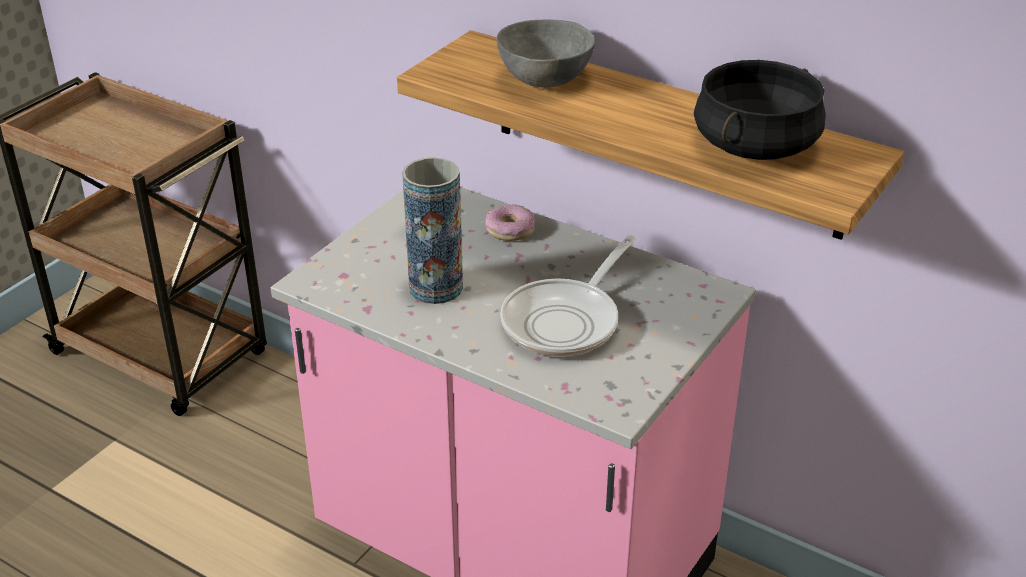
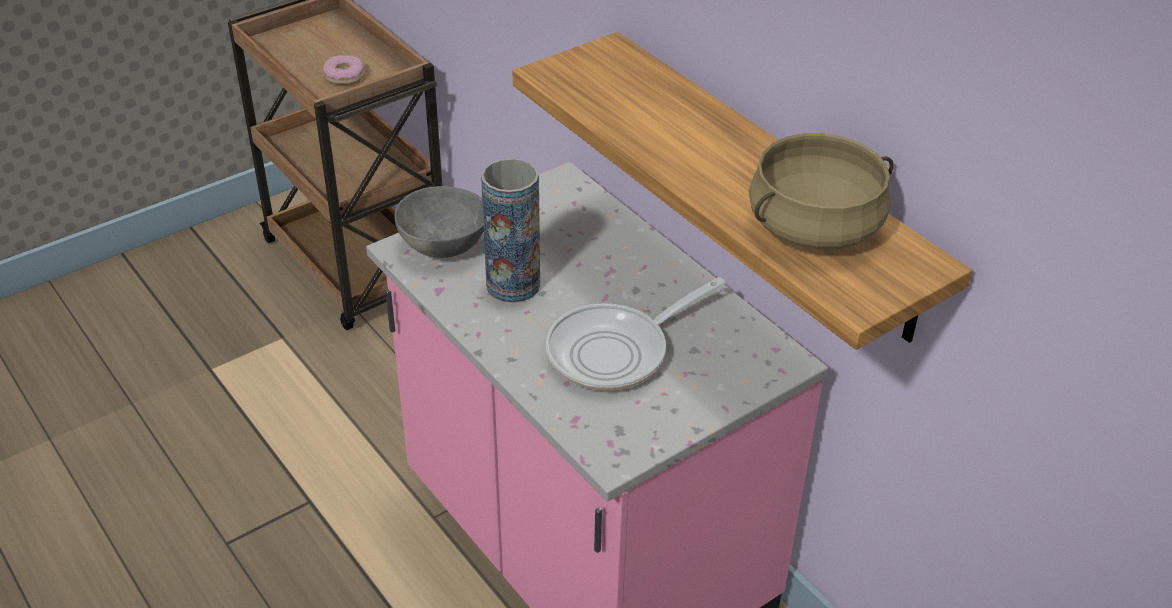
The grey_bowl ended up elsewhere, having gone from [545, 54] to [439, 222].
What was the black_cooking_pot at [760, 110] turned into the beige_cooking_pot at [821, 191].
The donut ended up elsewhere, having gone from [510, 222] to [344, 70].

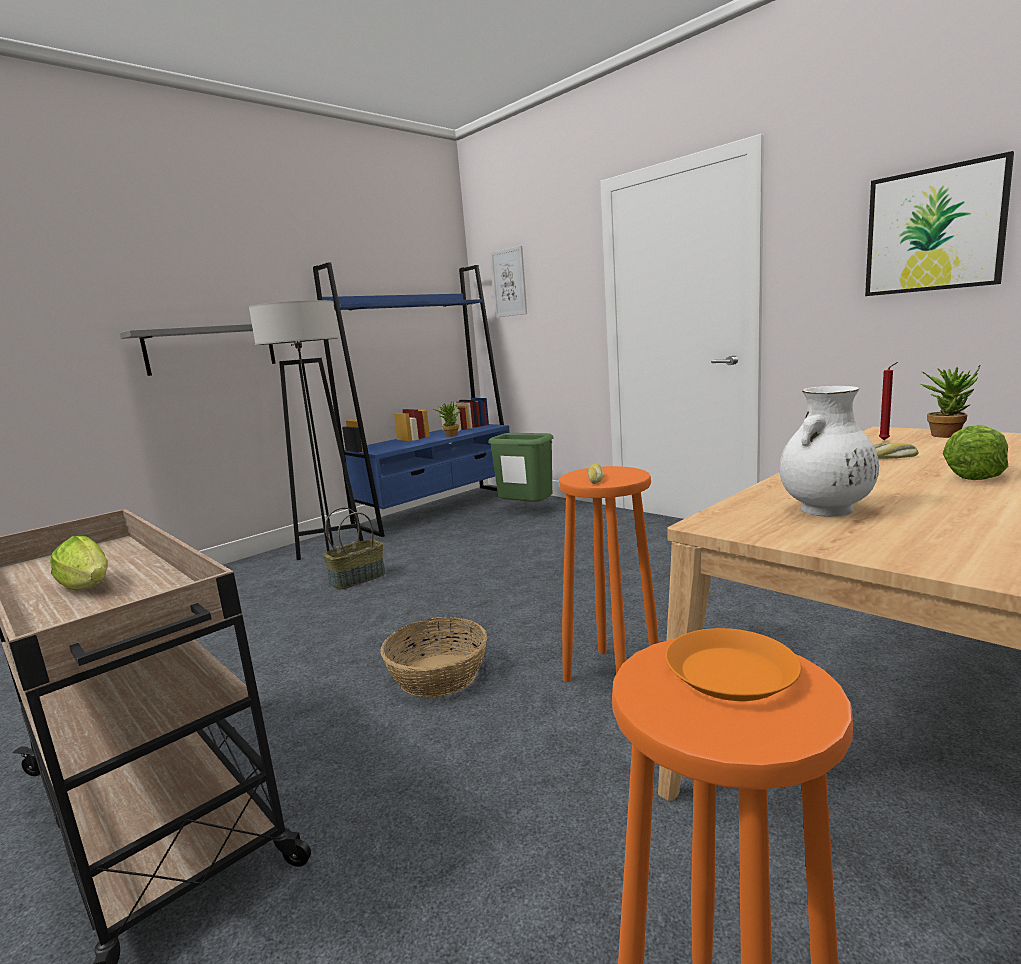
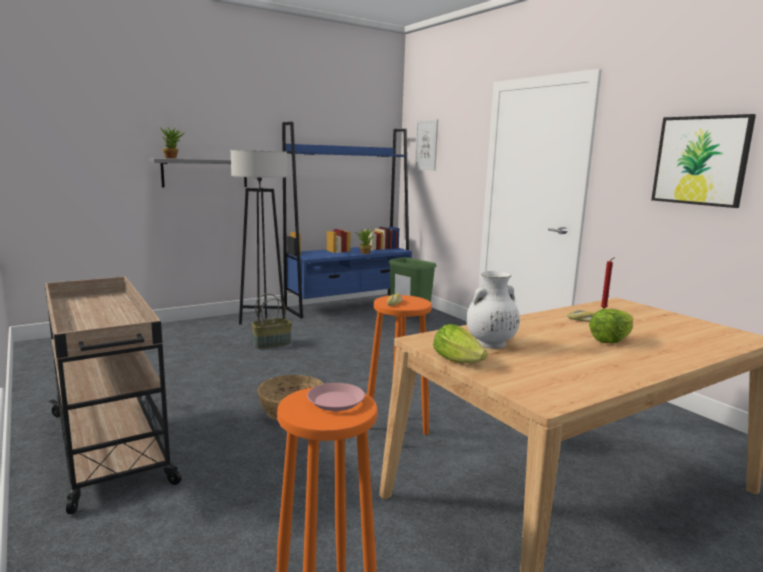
The potted_plant ended up elsewhere, having gone from [950, 401] to [172, 143].
The lettuce ended up elsewhere, having gone from [79, 563] to [460, 343].
What was the orange_plate at [733, 664] turned into the pink_plate at [336, 397].

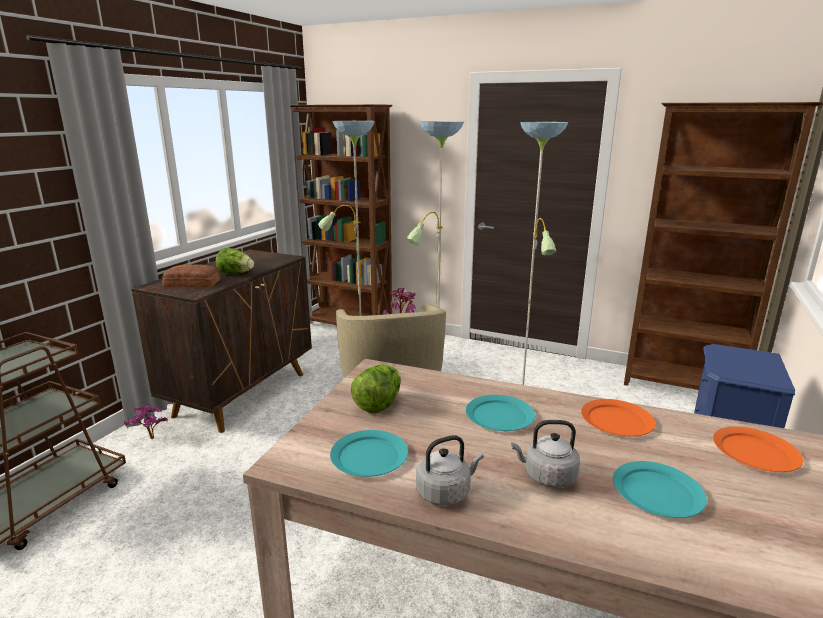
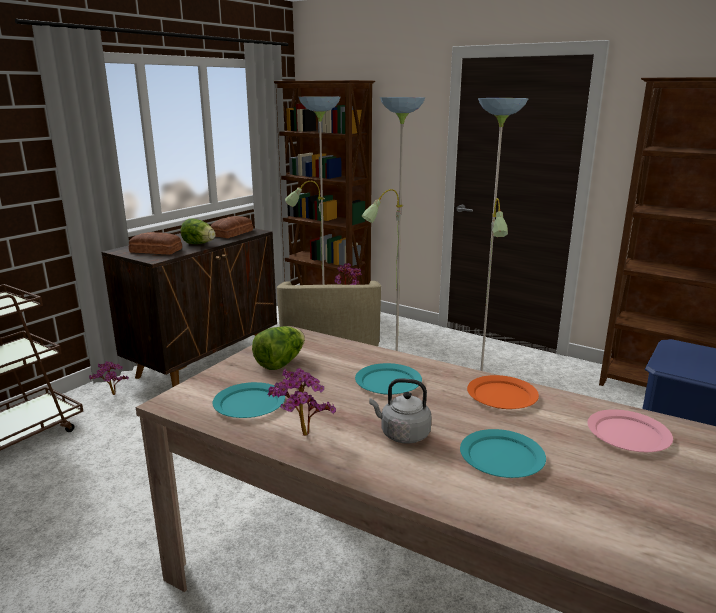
What was the orange_plate at [758, 449] turned into the pink_plate at [630, 430].
Where the grey_kettle stood at [450, 470], the potted_plant came to stand at [301, 402].
The second view gained the bread at [232, 227].

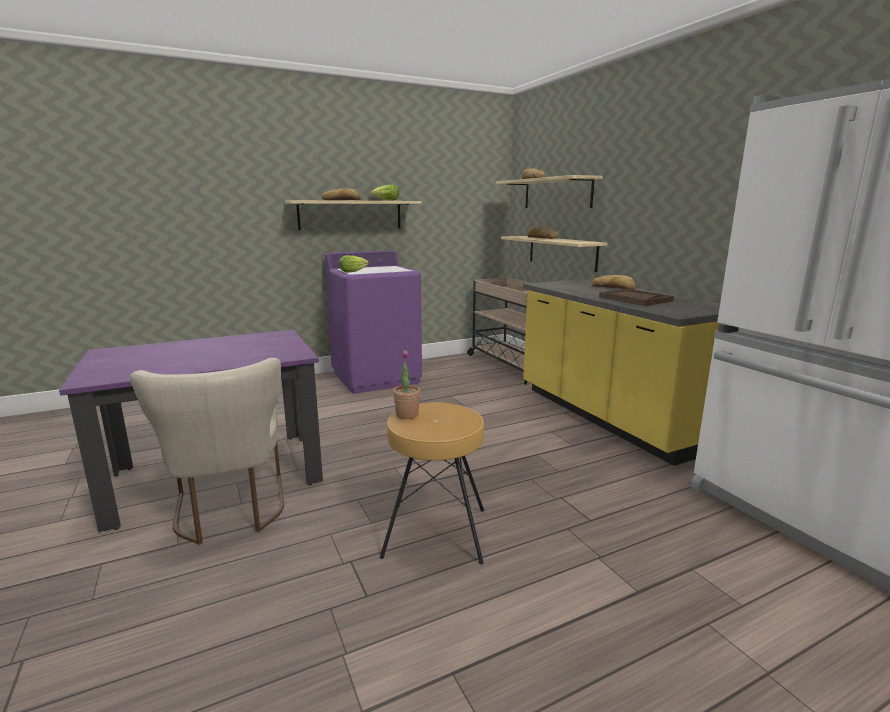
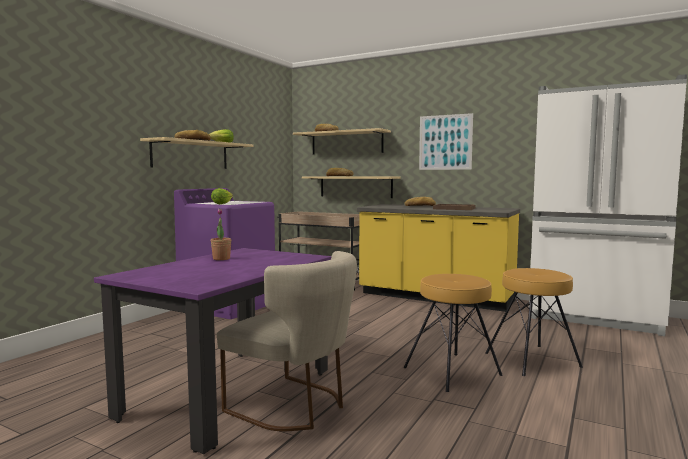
The potted_plant ended up elsewhere, having gone from [406, 384] to [221, 234].
The second view gained the picture at [446, 141].
The second view gained the brown_stool at [534, 322].

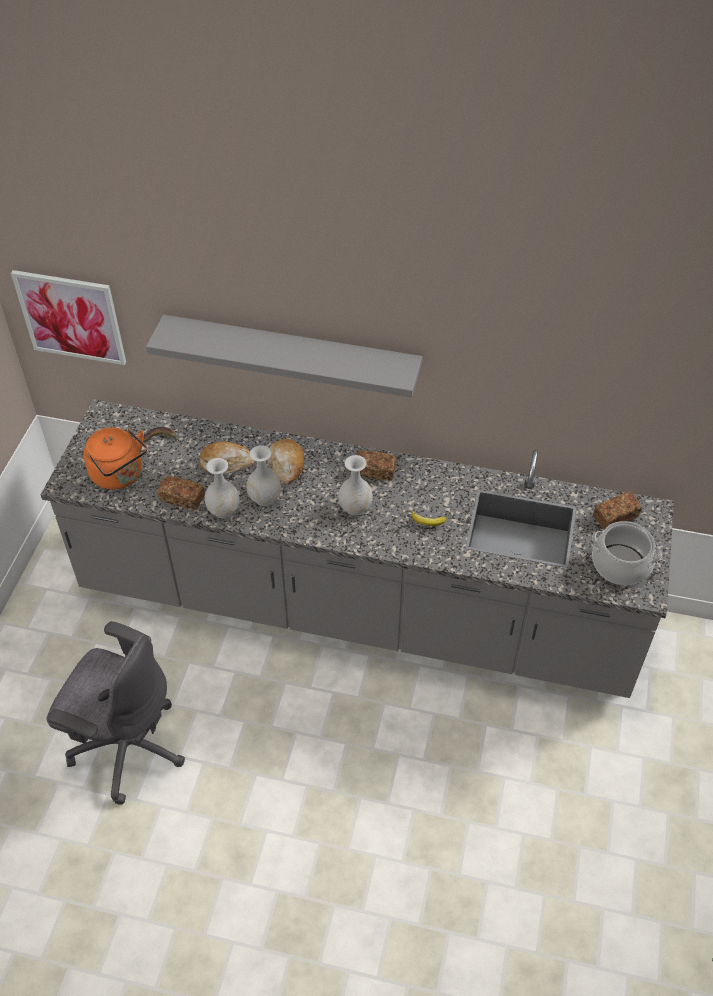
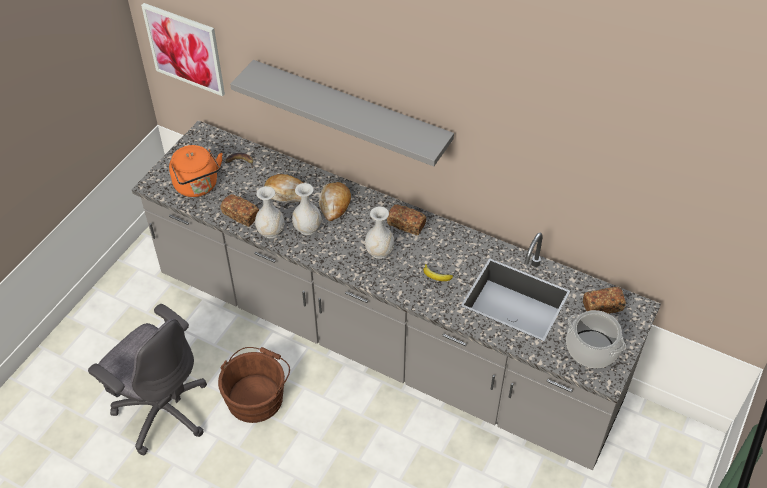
The second view gained the brown_bucket at [254, 385].

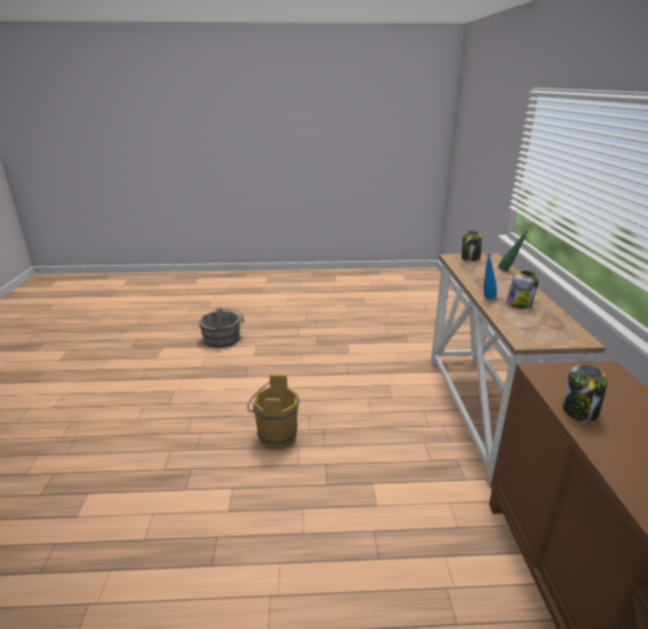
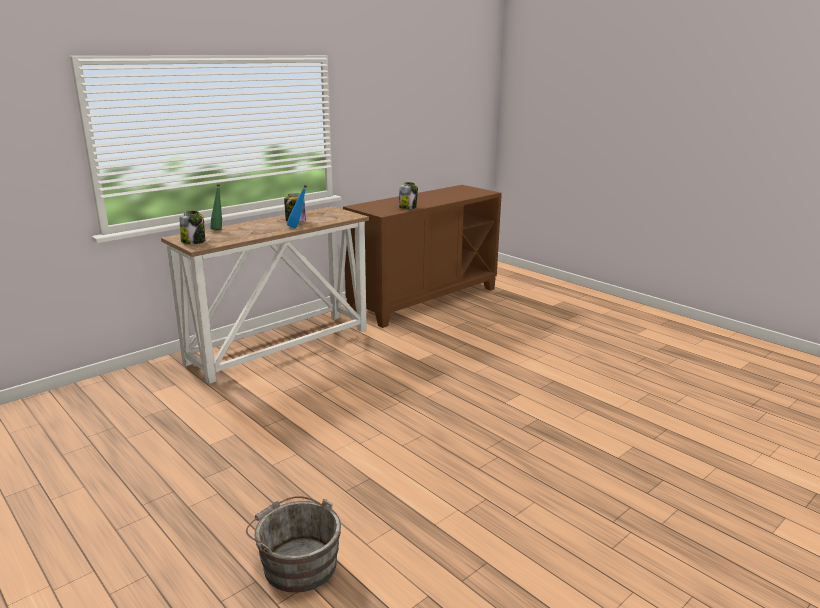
The second view lost the brown_bucket at [273, 412].

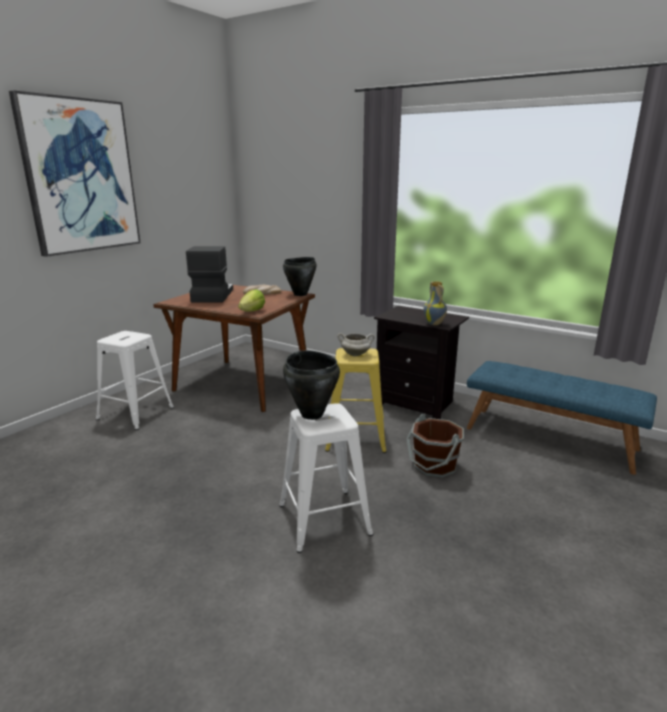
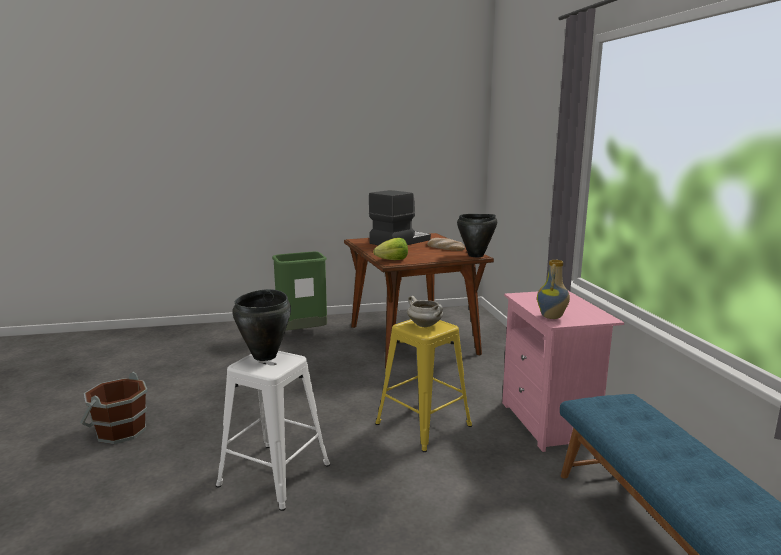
The second view lost the picture at [75, 173].
What was the black_nightstand at [421, 362] turned into the pink_nightstand at [563, 371].
Where the white_stool stood at [135, 380], the green_trash_can came to stand at [299, 291].
The brown_bucket ended up elsewhere, having gone from [435, 446] to [113, 408].

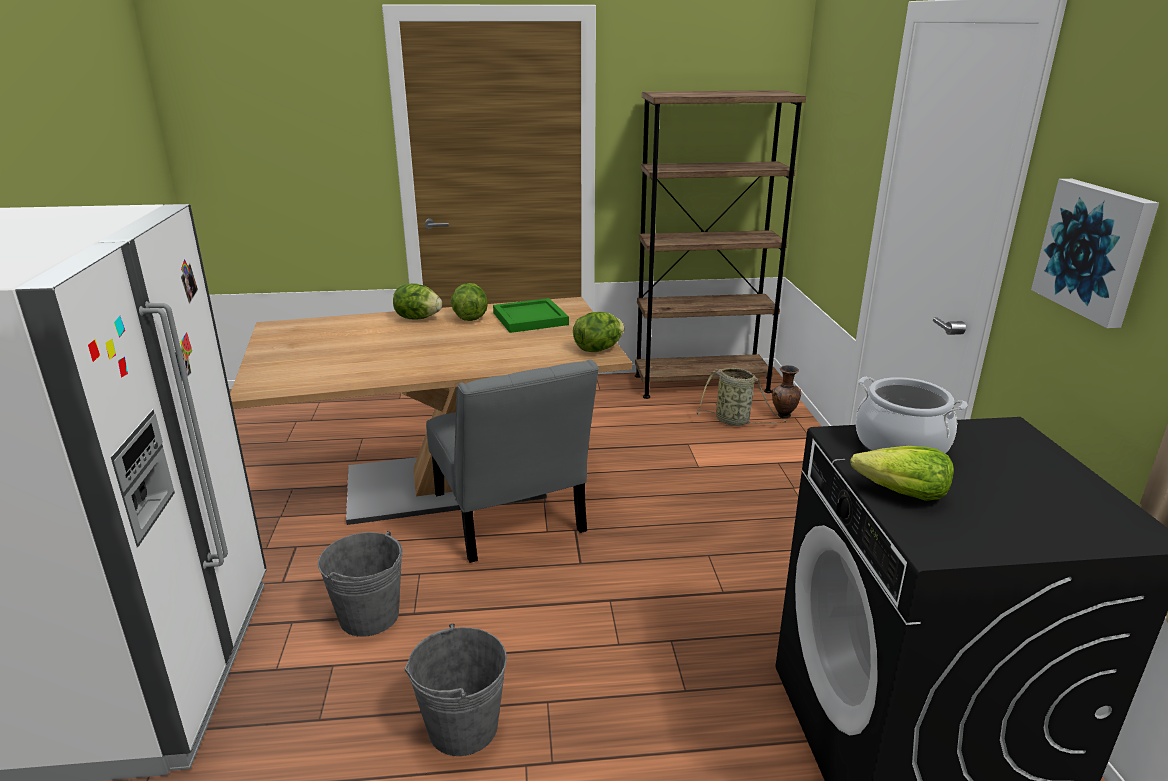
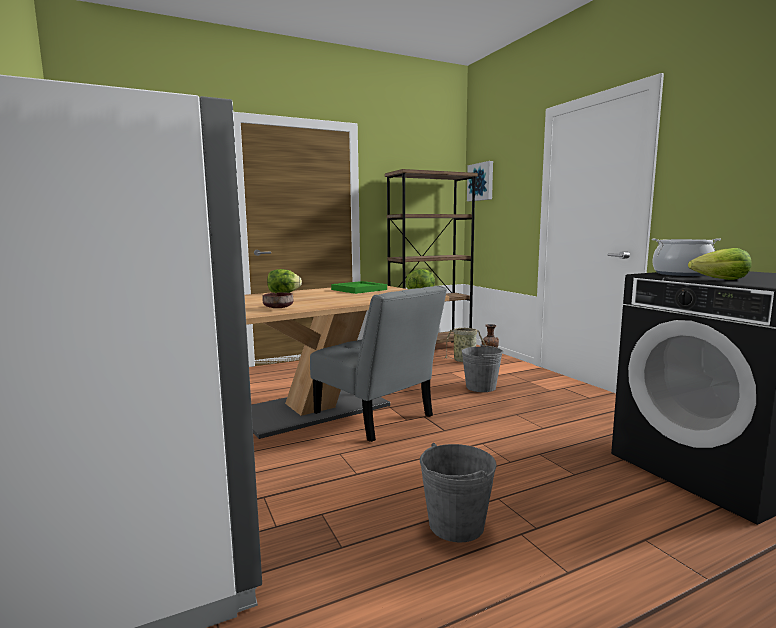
The picture ended up elsewhere, having gone from [1095, 253] to [480, 181].
The second view lost the lettuce at [469, 302].
The grey_bucket ended up elsewhere, having gone from [360, 584] to [483, 368].
The second view gained the brown_bowl at [277, 300].

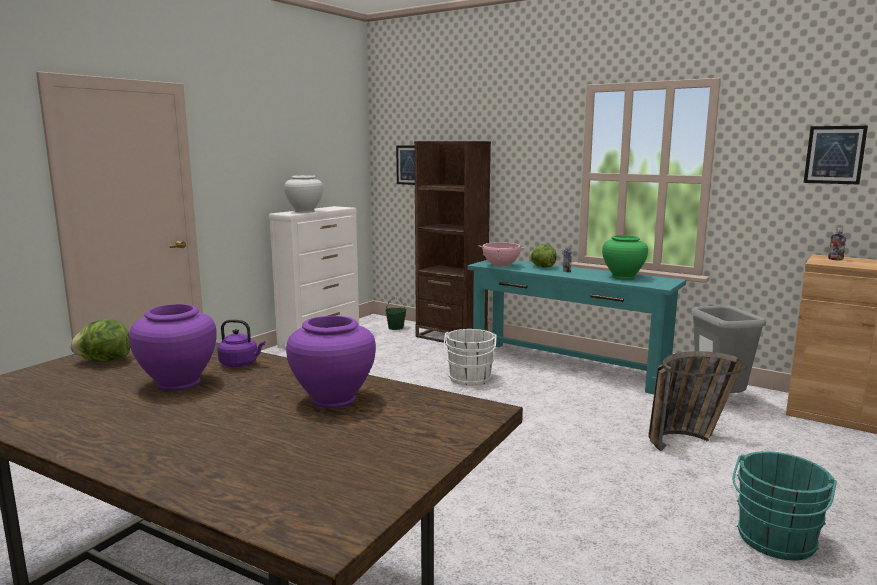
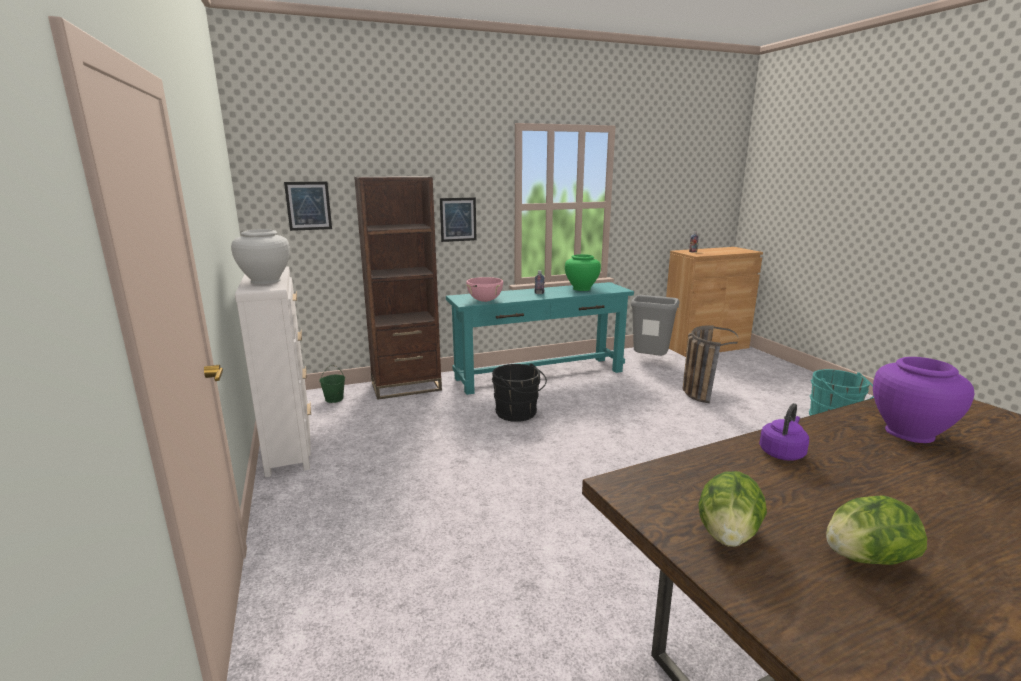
The picture ended up elsewhere, having gone from [836, 155] to [458, 220].
The lettuce ended up elsewhere, having gone from [543, 256] to [876, 530].
The second view lost the purple_vase at [173, 347].
What was the white_bucket at [470, 357] turned into the black_bucket at [519, 392].

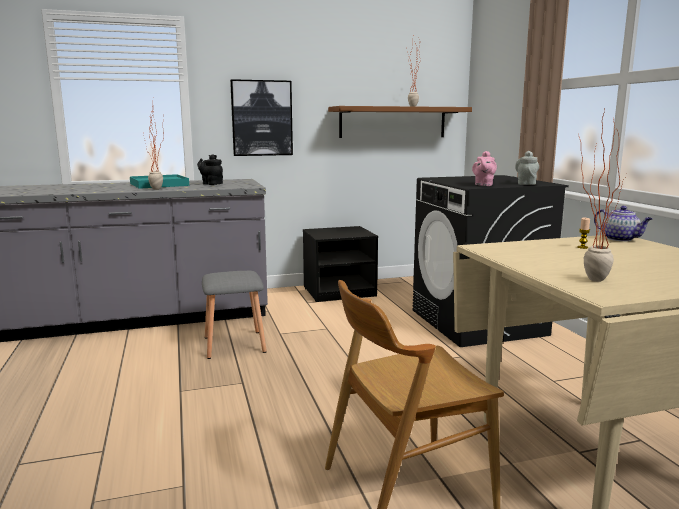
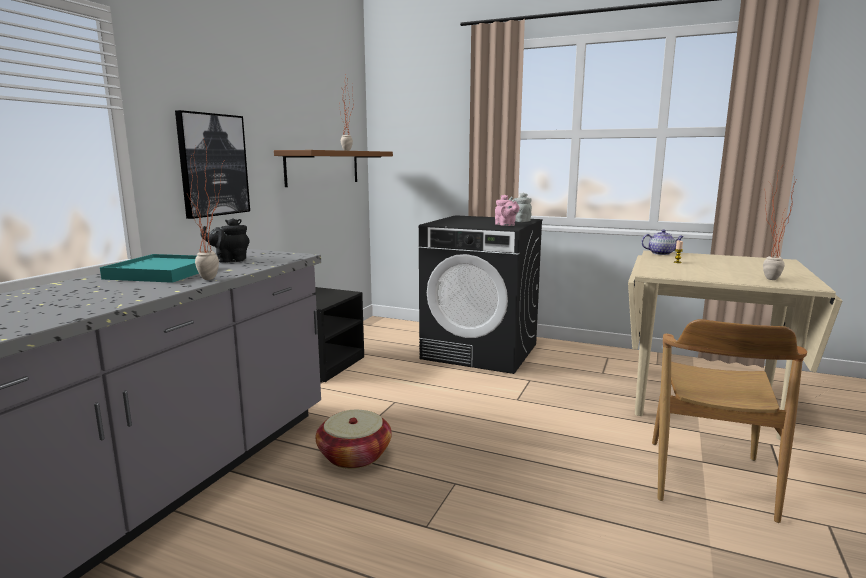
Where the grey_stool stood at [234, 315], the basket came to stand at [354, 439].

